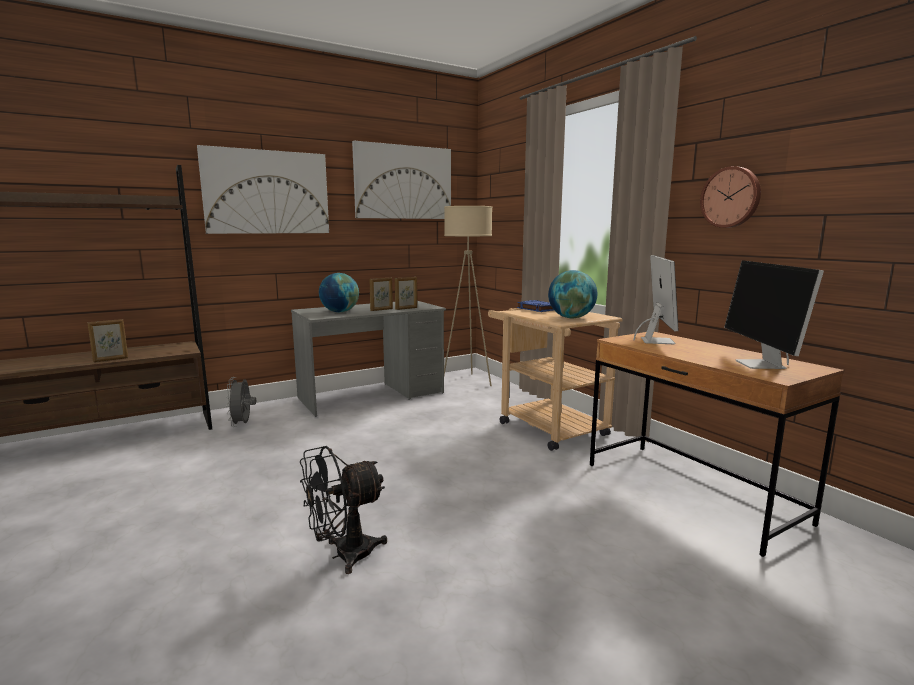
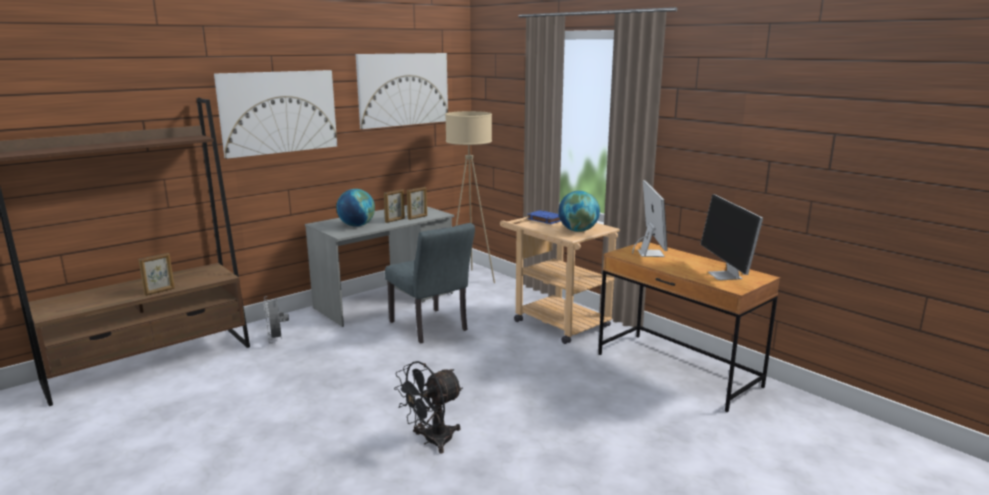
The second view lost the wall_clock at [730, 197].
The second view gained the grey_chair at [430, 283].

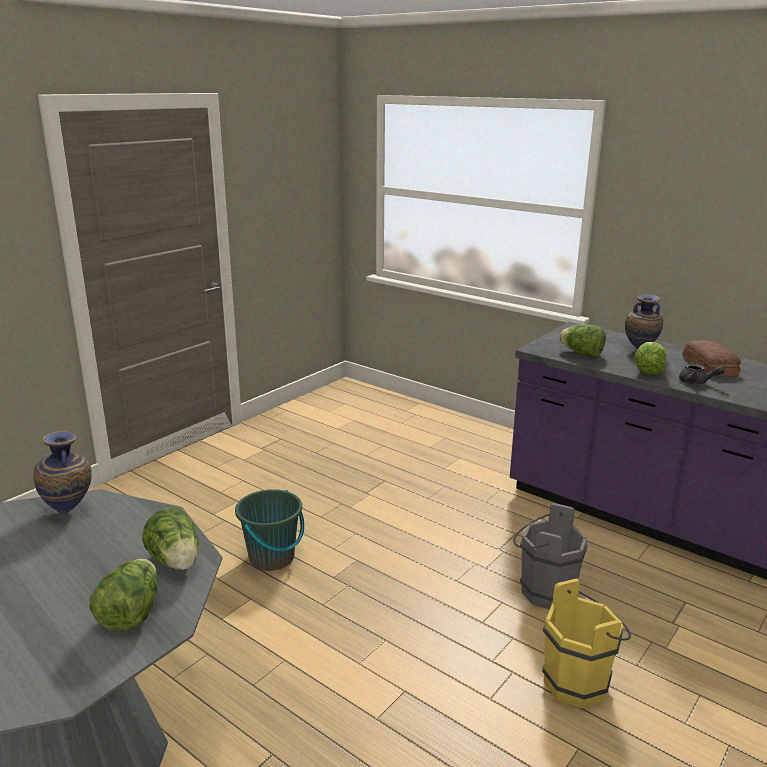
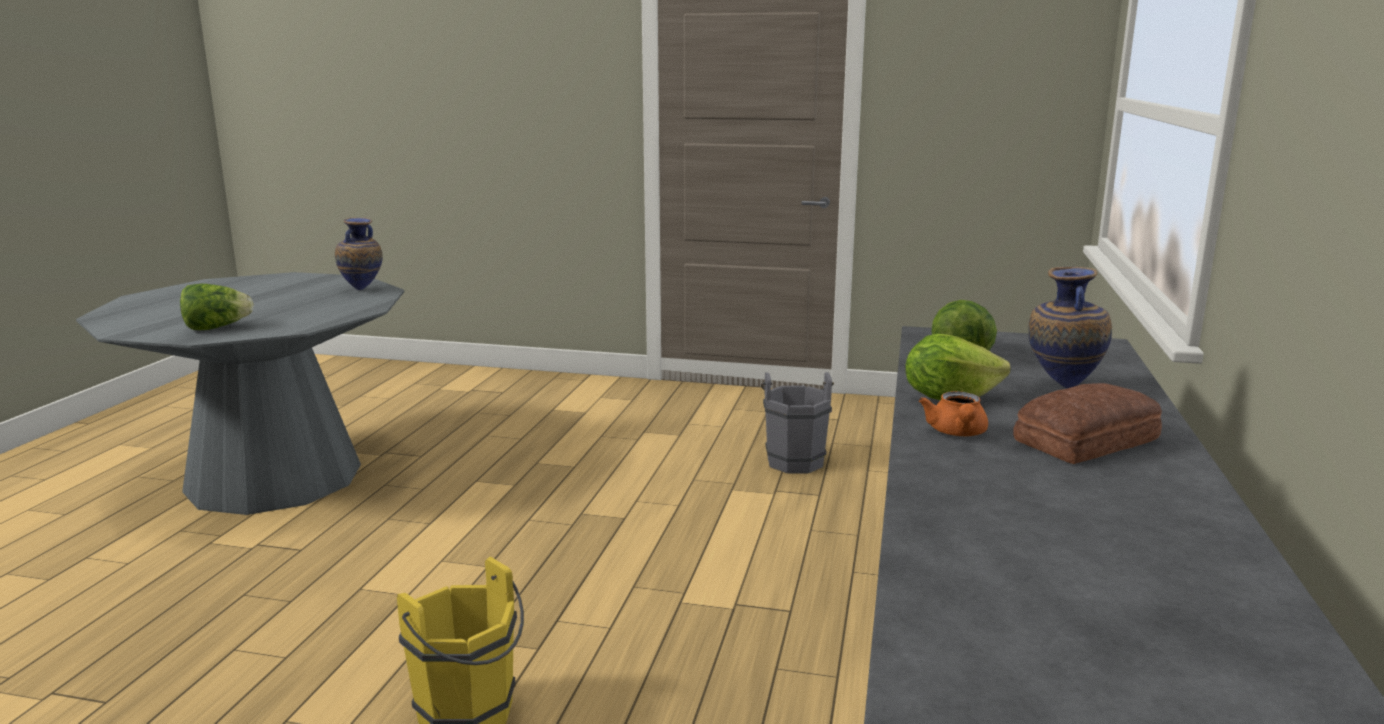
What was the grey_teapot at [702, 374] turned into the orange_teapot at [953, 413].
The second view lost the green_bucket at [270, 530].
The grey_bucket ended up elsewhere, having gone from [550, 556] to [797, 422].
The second view lost the lettuce at [170, 539].

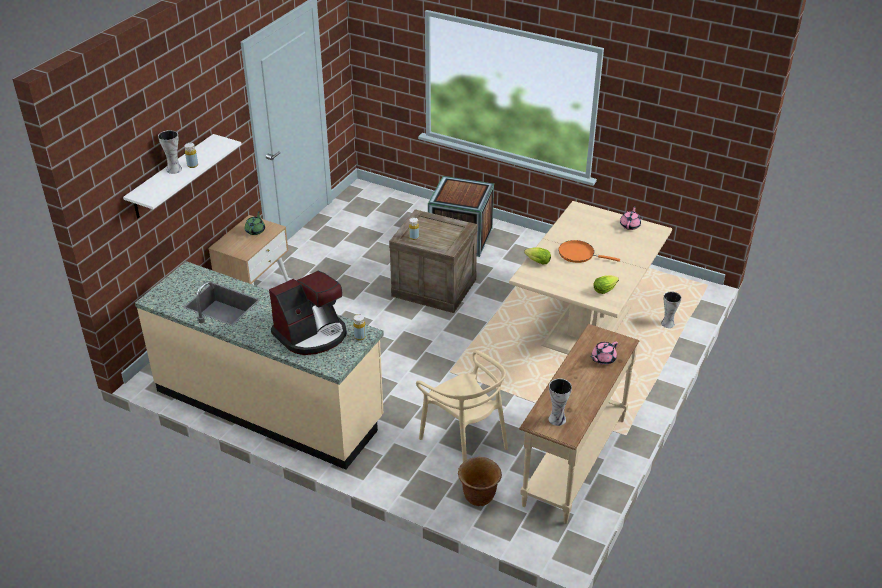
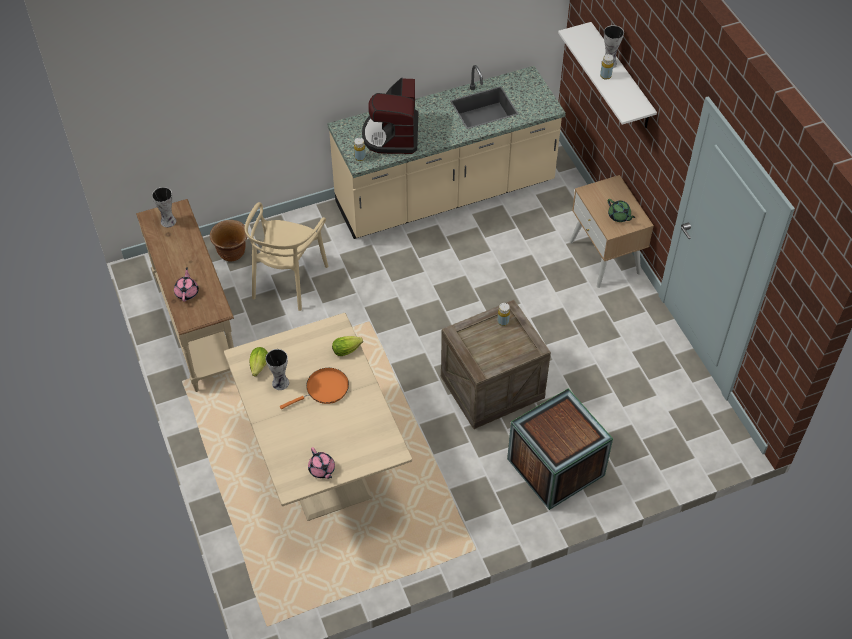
The vase ended up elsewhere, having gone from [671, 309] to [277, 369].
The beige_chair at [462, 406] ended up facing another way, 75 degrees counterclockwise from before.

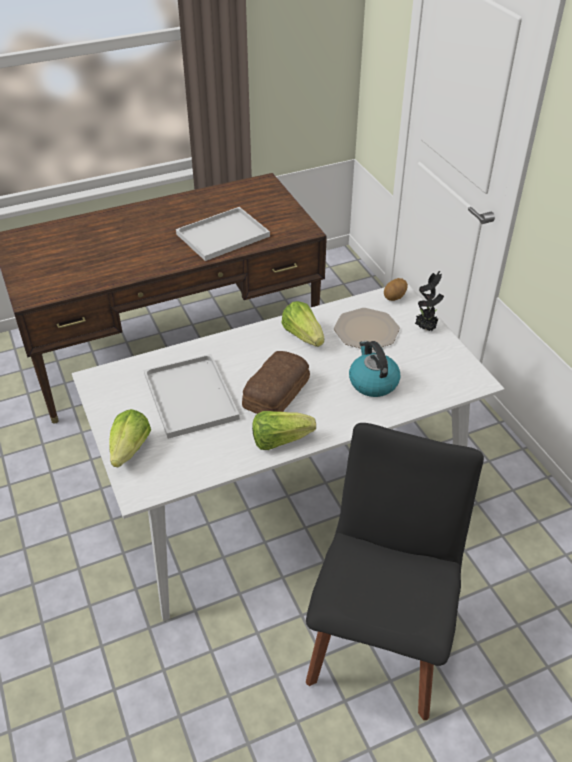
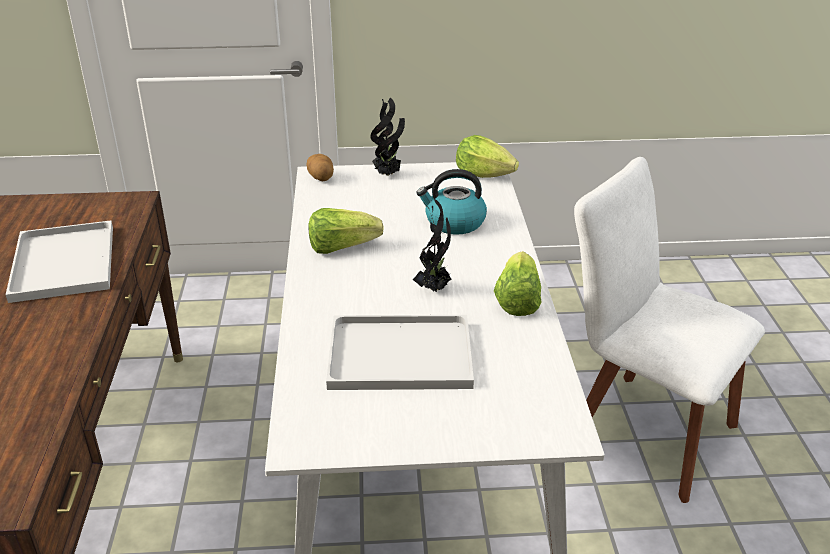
The second view lost the plate at [367, 329].
Where the bread stood at [276, 382], the potted_plant came to stand at [432, 245].
The lettuce ended up elsewhere, having gone from [130, 438] to [487, 156].
What was the black_chair at [395, 571] turned into the white_chair at [669, 330].

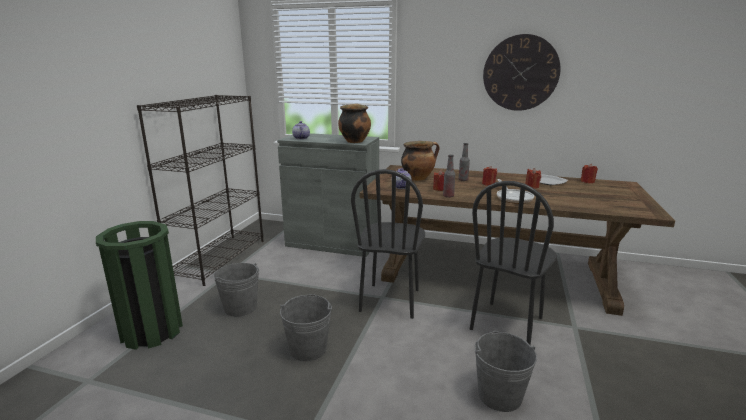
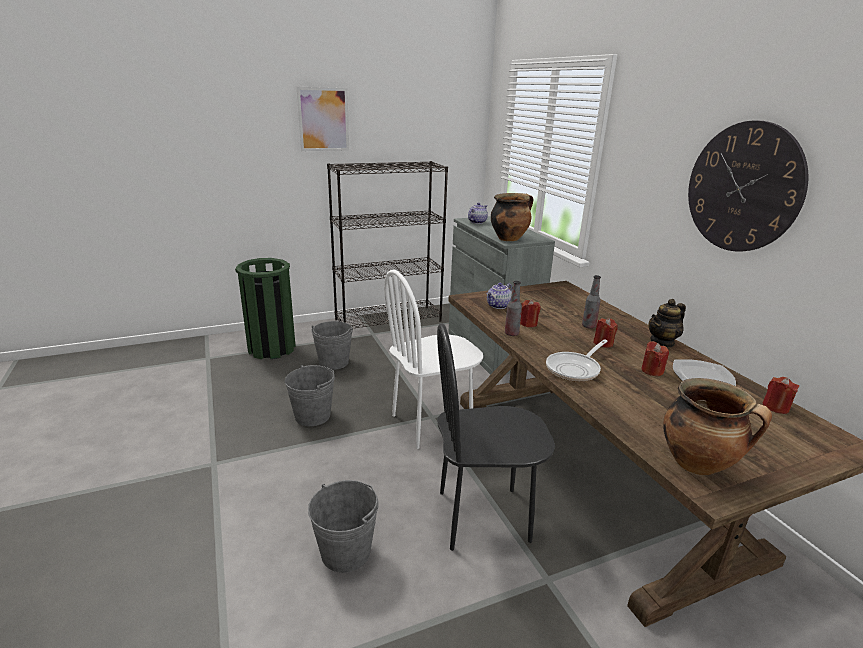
The cooking_pot ended up elsewhere, having gone from [420, 161] to [717, 426].
What was the black_chair at [388, 244] turned into the white_chair at [433, 359].
The second view gained the picture at [323, 119].
The second view gained the teapot at [667, 323].

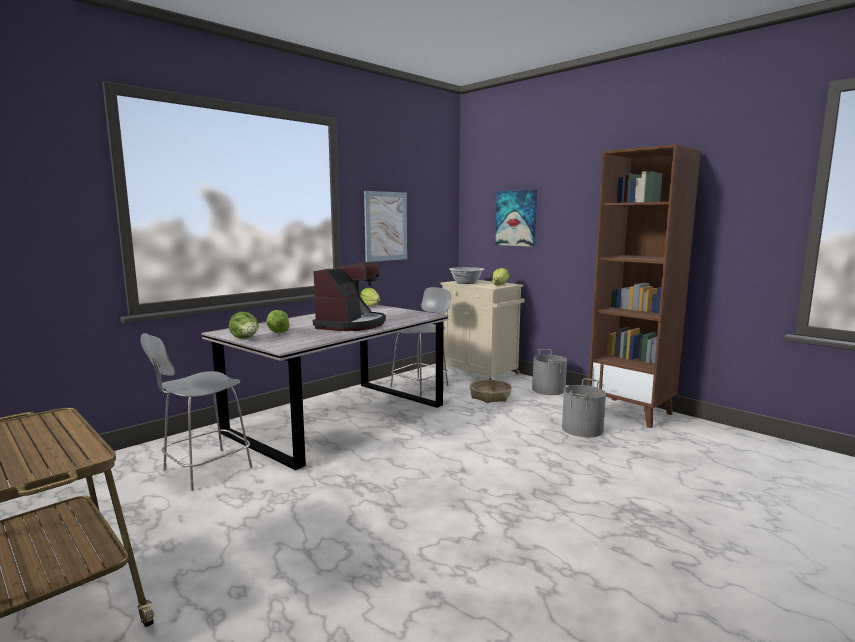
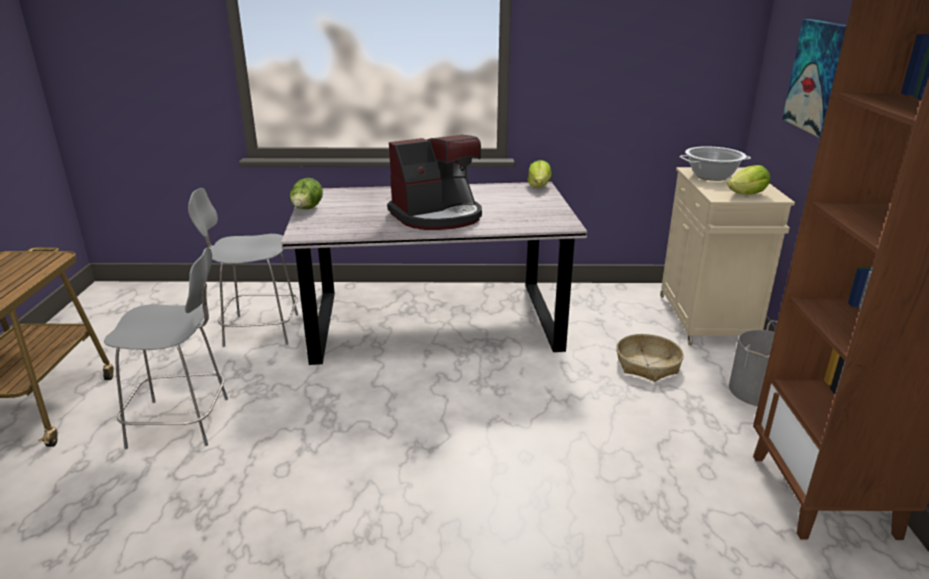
The second view lost the picture at [385, 226].
The grey_chair ended up elsewhere, having gone from [420, 341] to [166, 348].
The second view lost the lettuce at [278, 321].
The second view lost the grey_bucket at [584, 407].

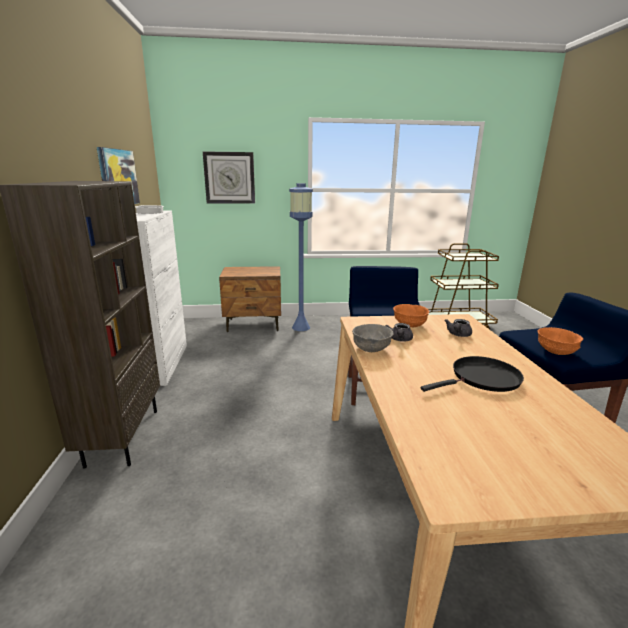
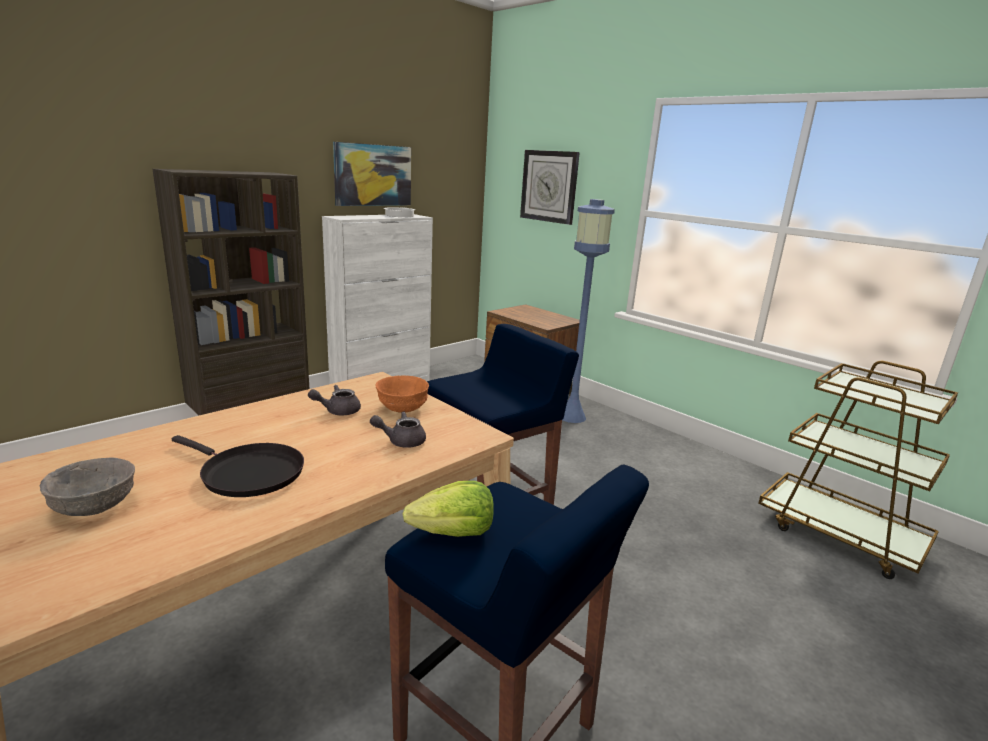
The grey_bowl ended up elsewhere, having gone from [373, 338] to [87, 486].
Where the orange_bowl stood at [560, 341], the lettuce came to stand at [448, 509].

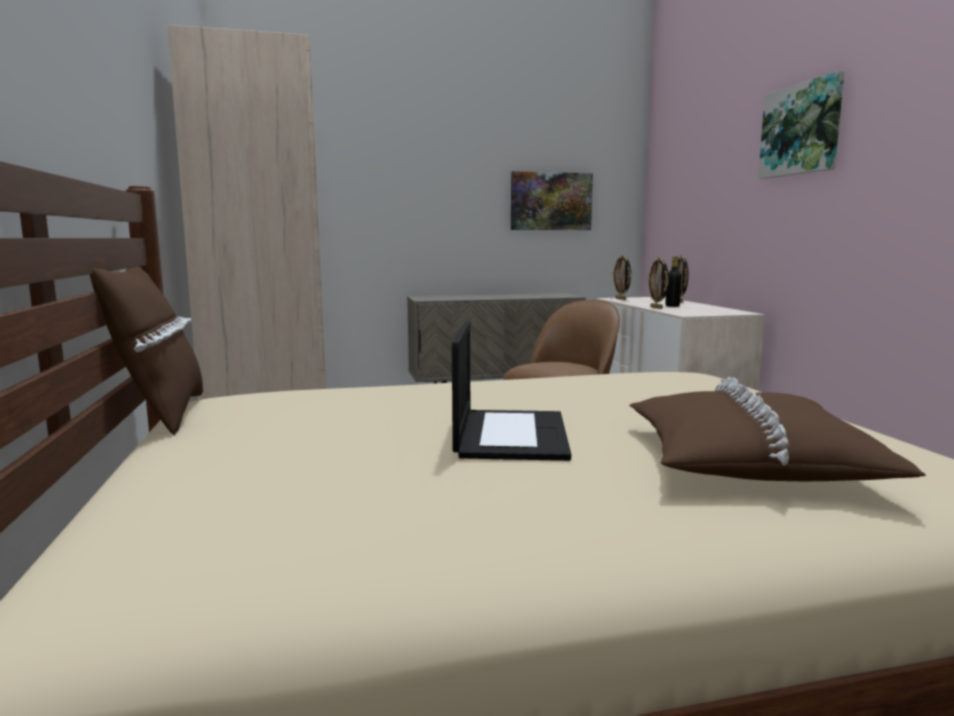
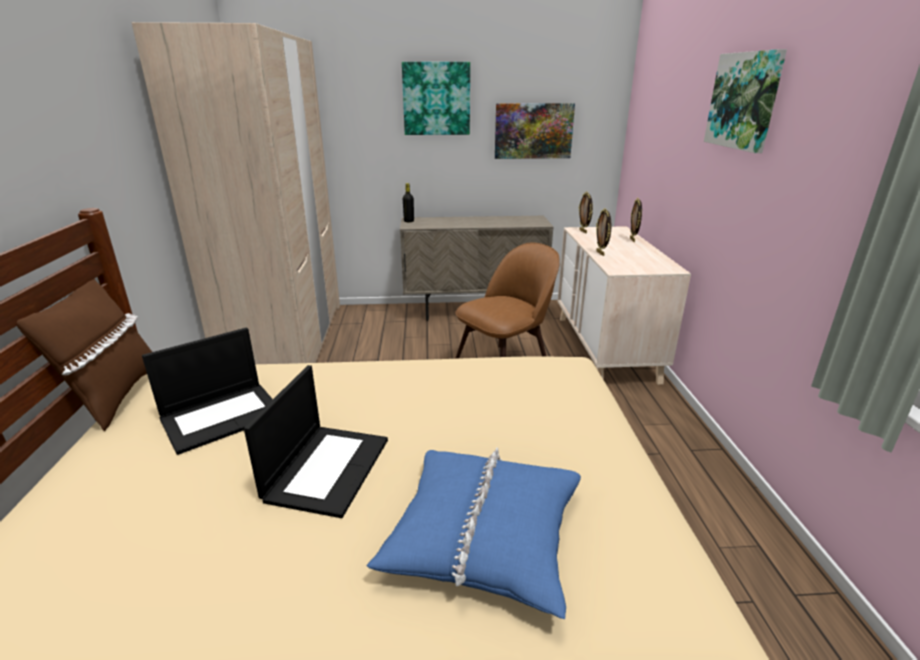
The black_bottle ended up elsewhere, having gone from [674, 281] to [408, 202].
What was the brown_pillow at [777, 429] turned into the blue_pillow at [474, 533].
The second view gained the picture at [436, 98].
The second view gained the laptop at [207, 391].

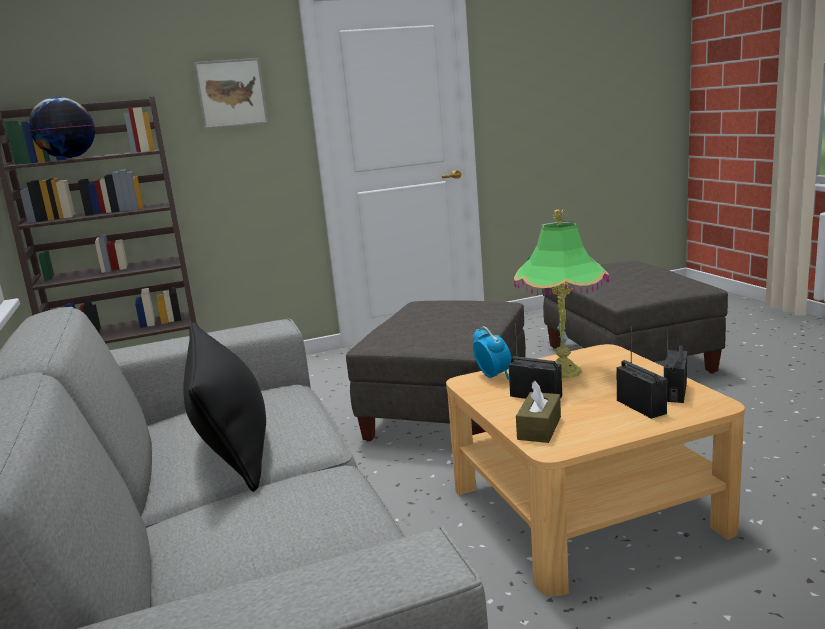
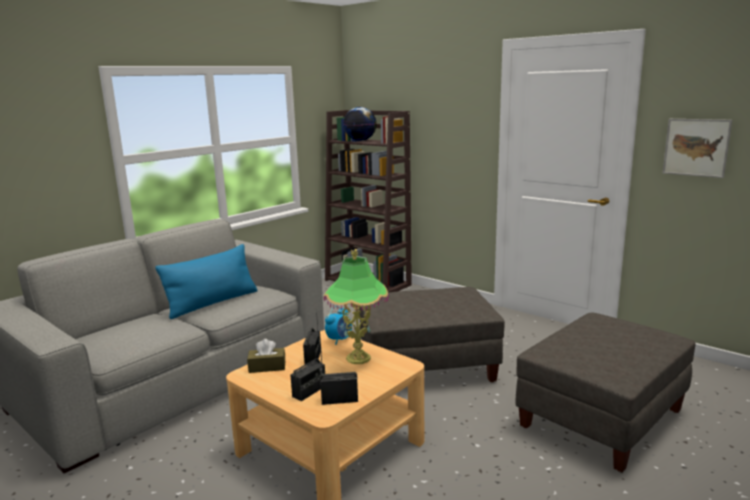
The picture ended up elsewhere, having gone from [231, 93] to [697, 148].
What was the black_pillow at [224, 407] turned into the blue_pillow at [206, 281].

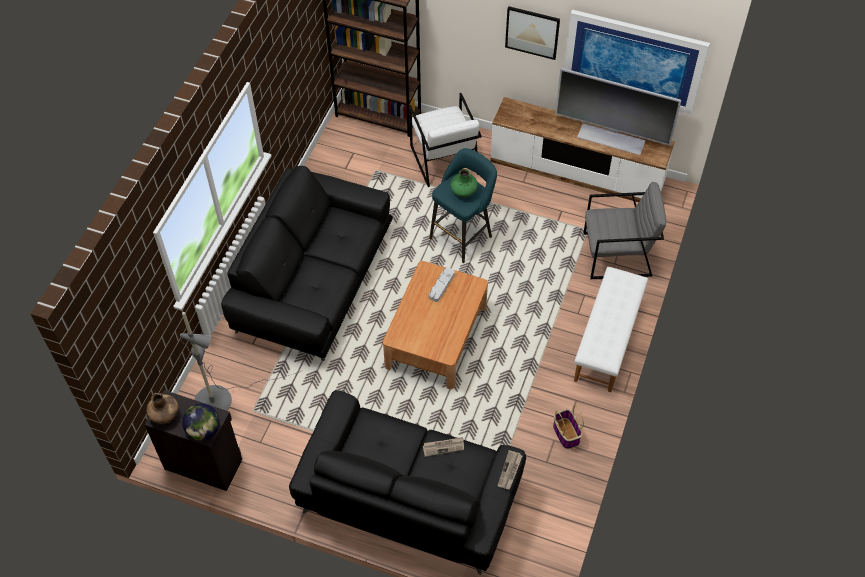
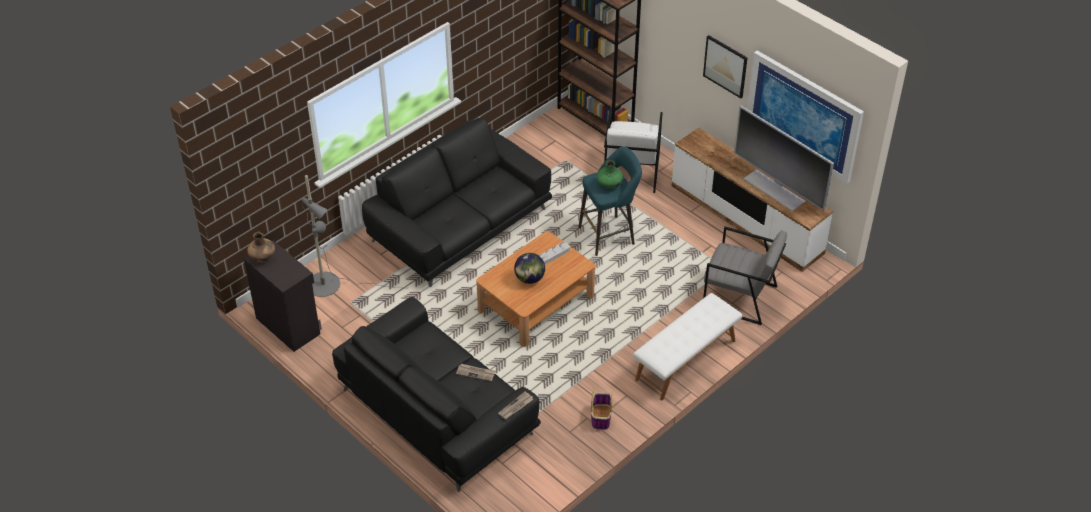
The globe ended up elsewhere, having gone from [201, 422] to [529, 268].

